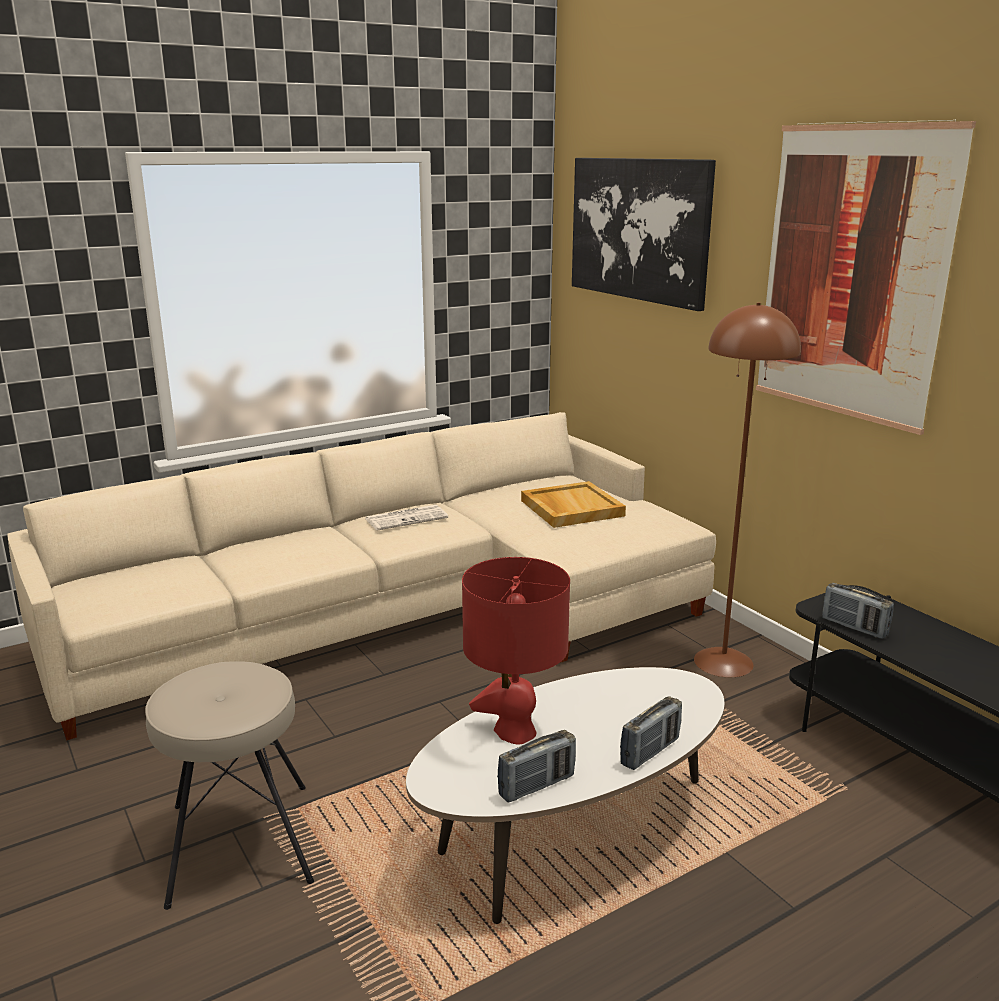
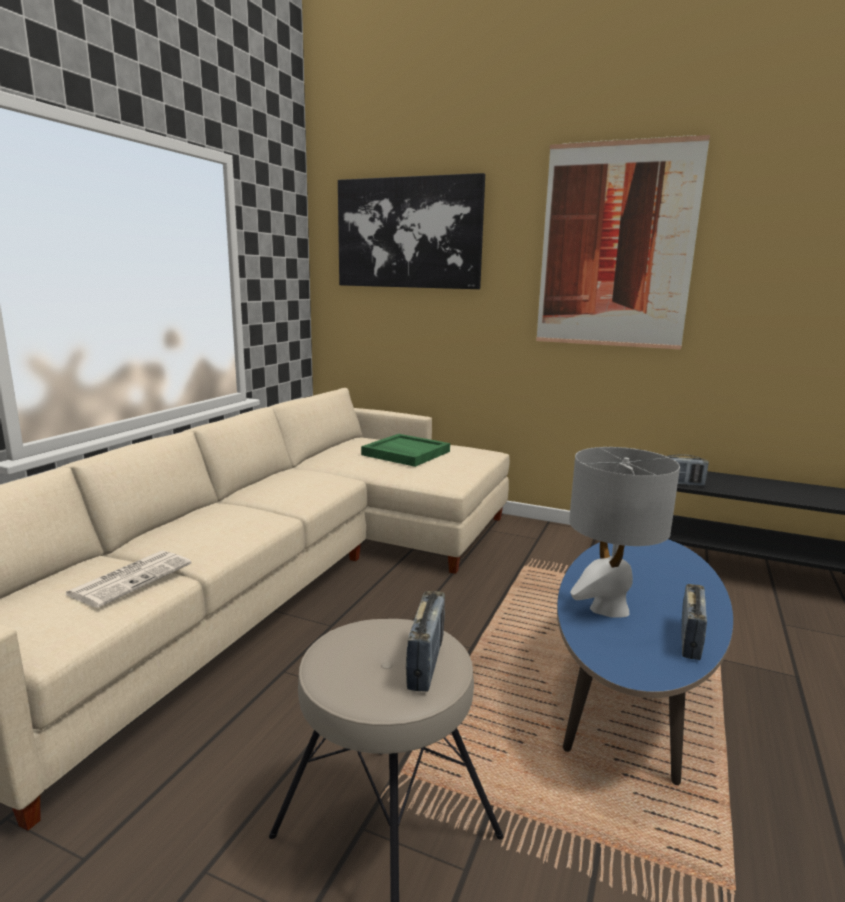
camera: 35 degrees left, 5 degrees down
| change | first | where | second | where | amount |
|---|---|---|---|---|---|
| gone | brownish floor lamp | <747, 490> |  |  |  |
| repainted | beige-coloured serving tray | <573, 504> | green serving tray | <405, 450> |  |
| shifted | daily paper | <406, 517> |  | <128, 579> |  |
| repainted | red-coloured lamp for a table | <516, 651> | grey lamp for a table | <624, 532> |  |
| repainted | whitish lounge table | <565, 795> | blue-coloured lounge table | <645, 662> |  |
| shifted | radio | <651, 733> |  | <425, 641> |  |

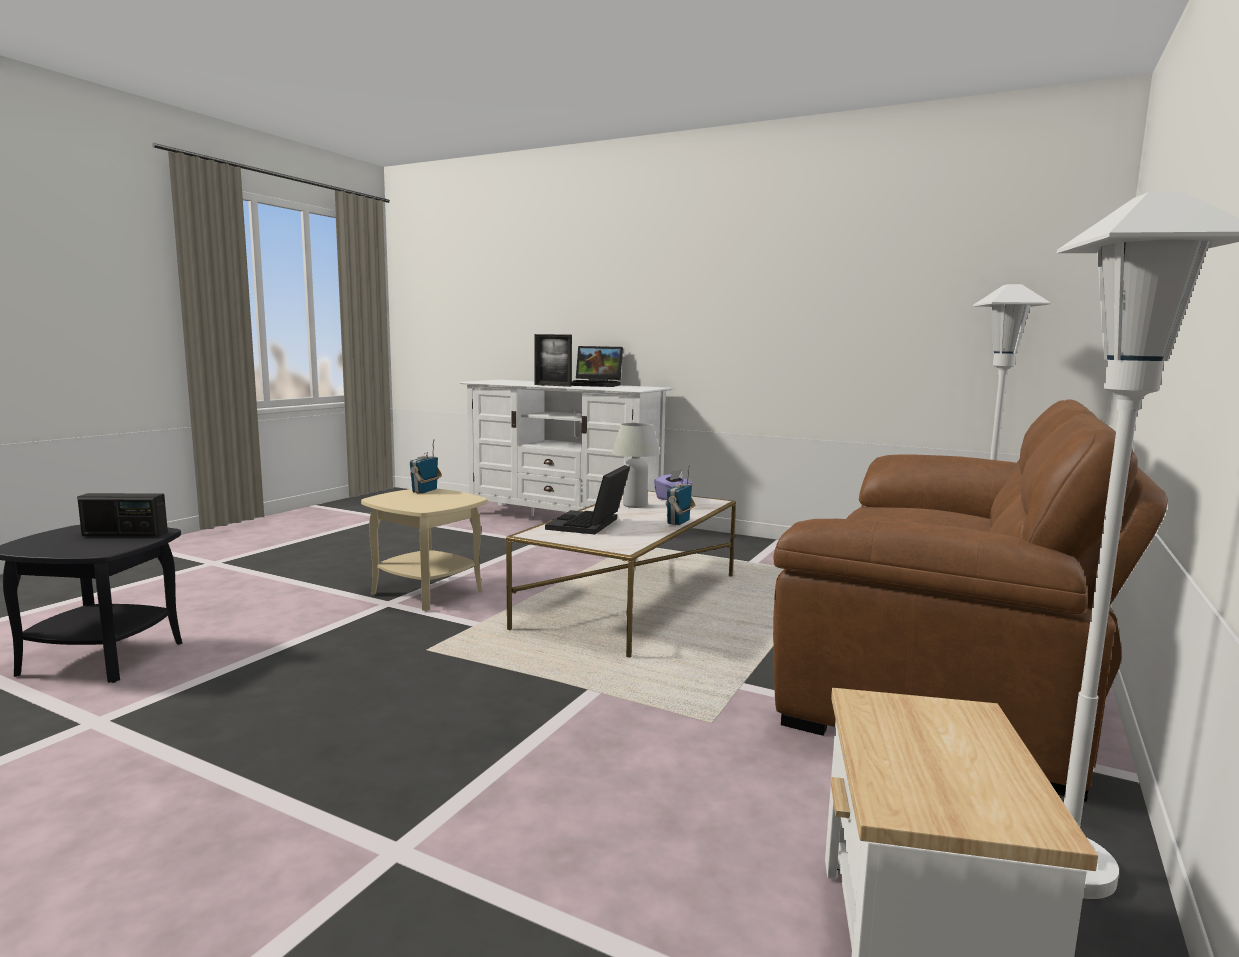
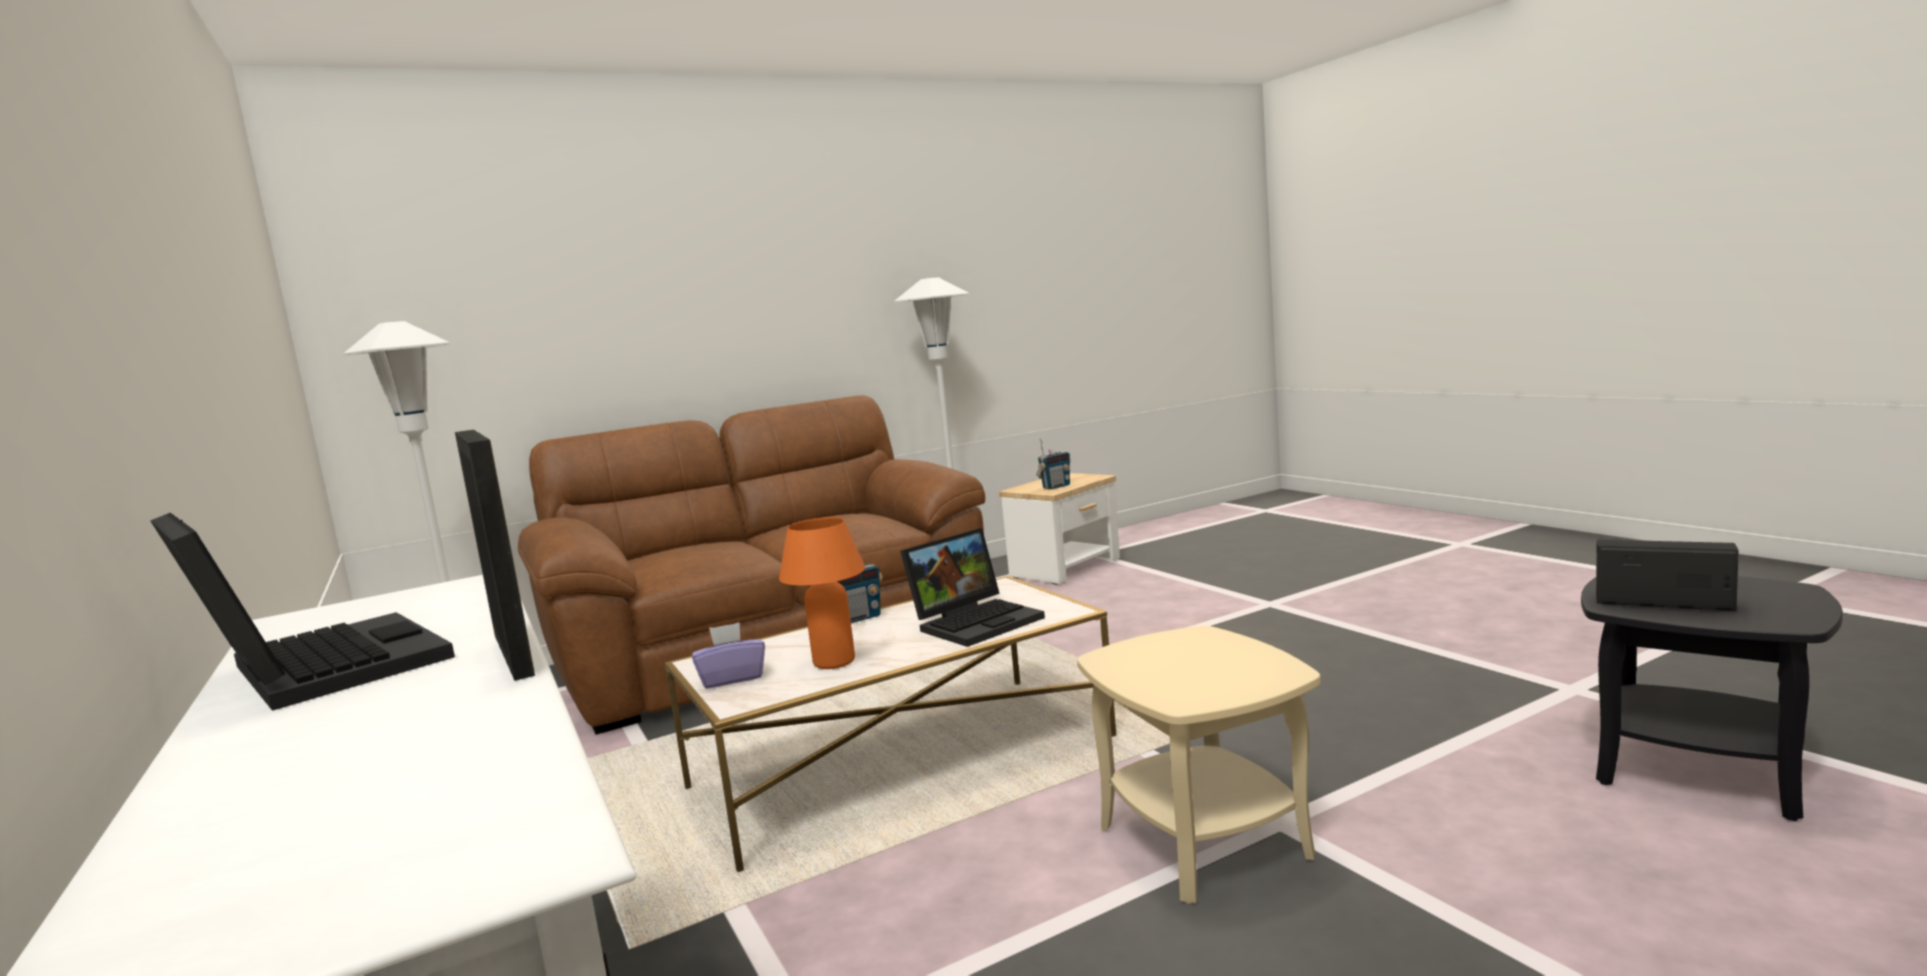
camera: 145 degrees left, 0 degrees up
| change | first | where | second | where | amount |
|---|---|---|---|---|---|
| repainted | whitish lamp for a table | <636, 465> | orangey lamp for a table | <822, 593> |  |
| shifted | radio | <426, 466> |  | <1053, 463> |  |

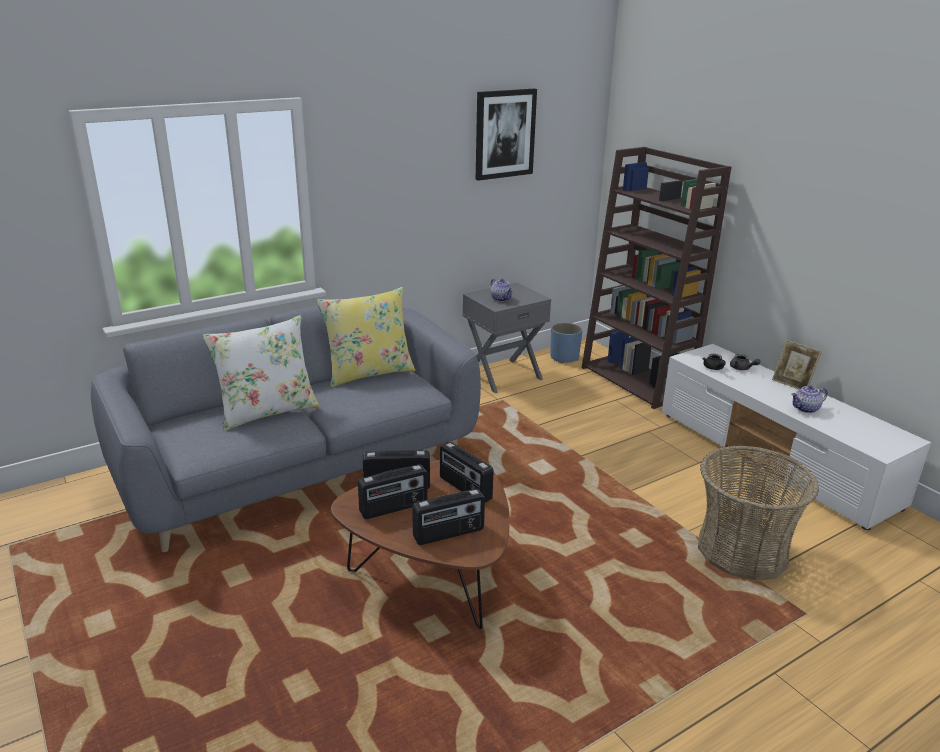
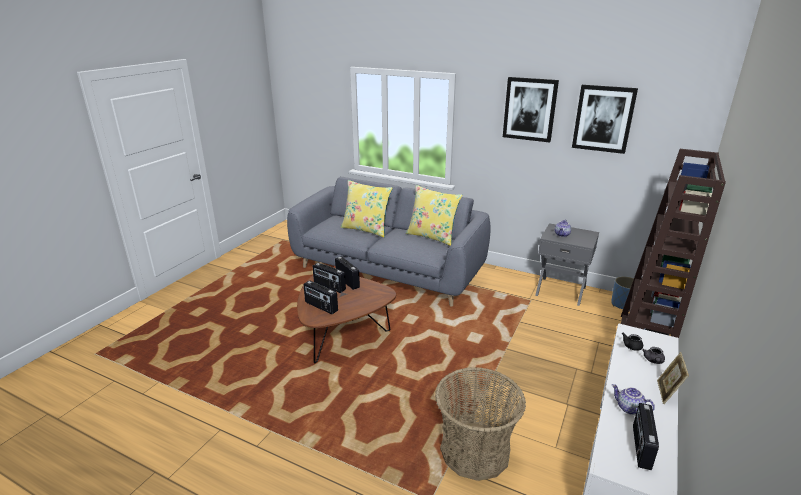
camera: 60 degrees right, 0 degrees up
| change | first | where | second | where | amount |
|---|---|---|---|---|---|
| repainted | whitish pillow | <260, 373> | yellow-coloured pillow | <367, 208> |  |
| shifted | radio | <466, 472> |  | <646, 436> |  |
| new |  |  | wall picture | <531, 109> |  |

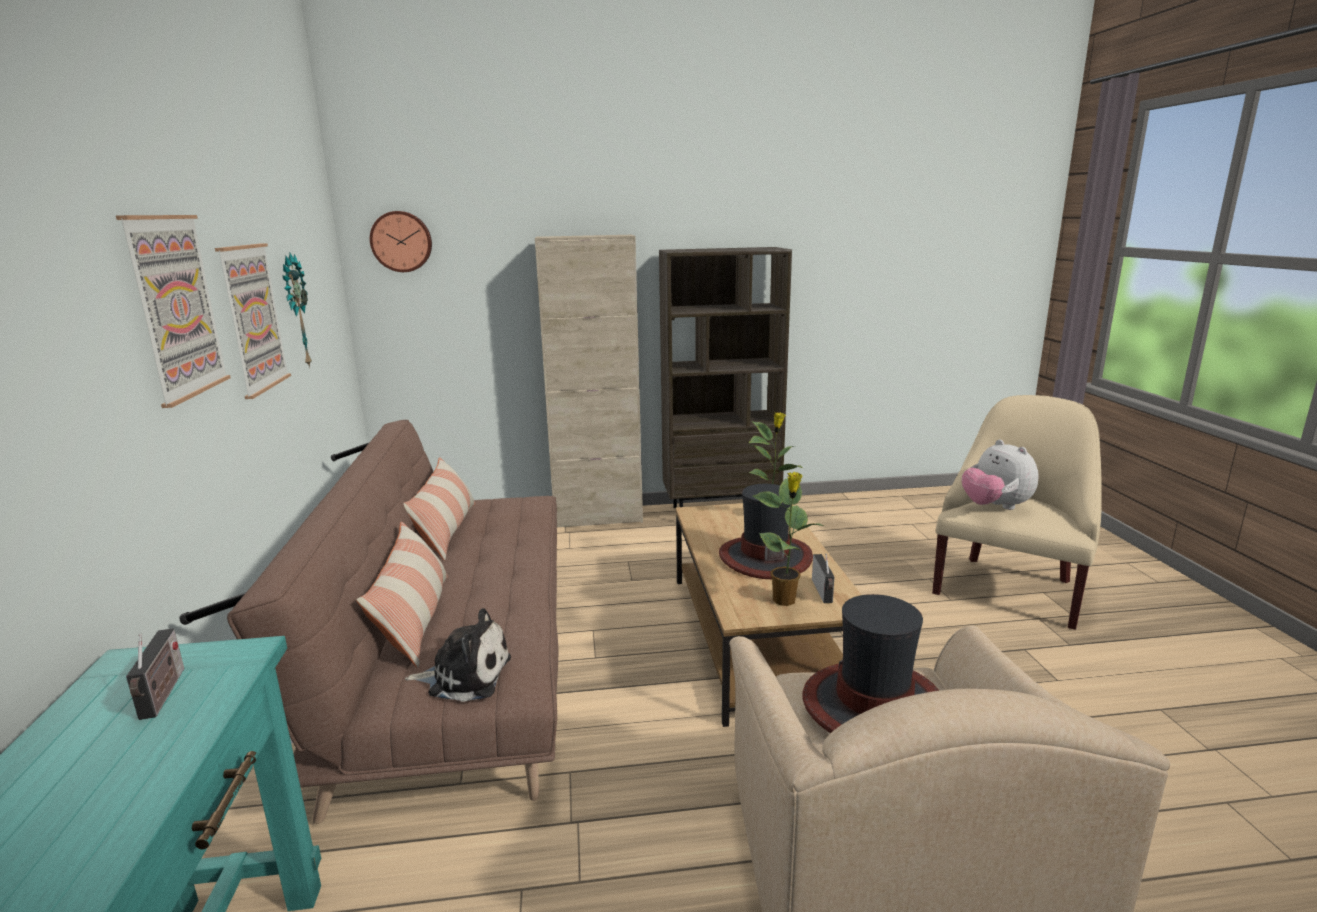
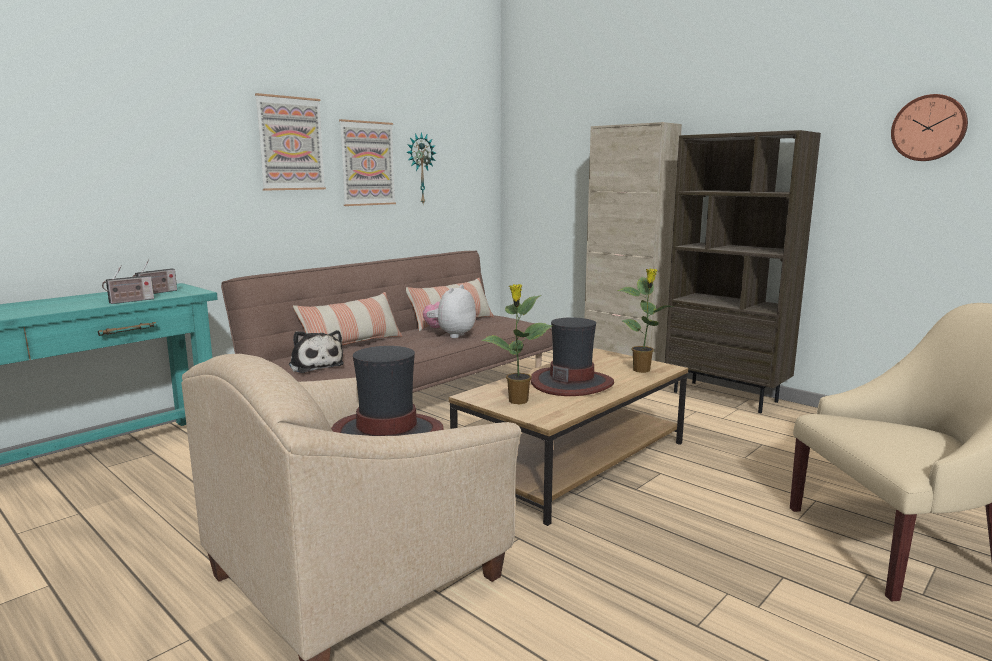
camera: 50 degrees right, 5 degrees down
| change | first | where | second | where | amount |
|---|---|---|---|---|---|
| shifted | hanging clock | <401, 241> |  | <929, 127> |  |
| shifted | soft toy | <1000, 474> |  | <449, 311> |  |
| shifted | radio | <823, 578> |  | <128, 285> |  |

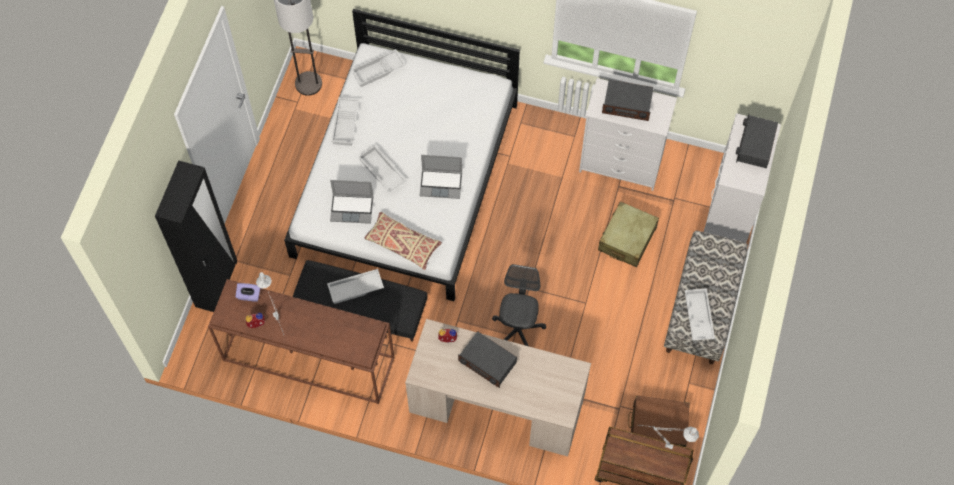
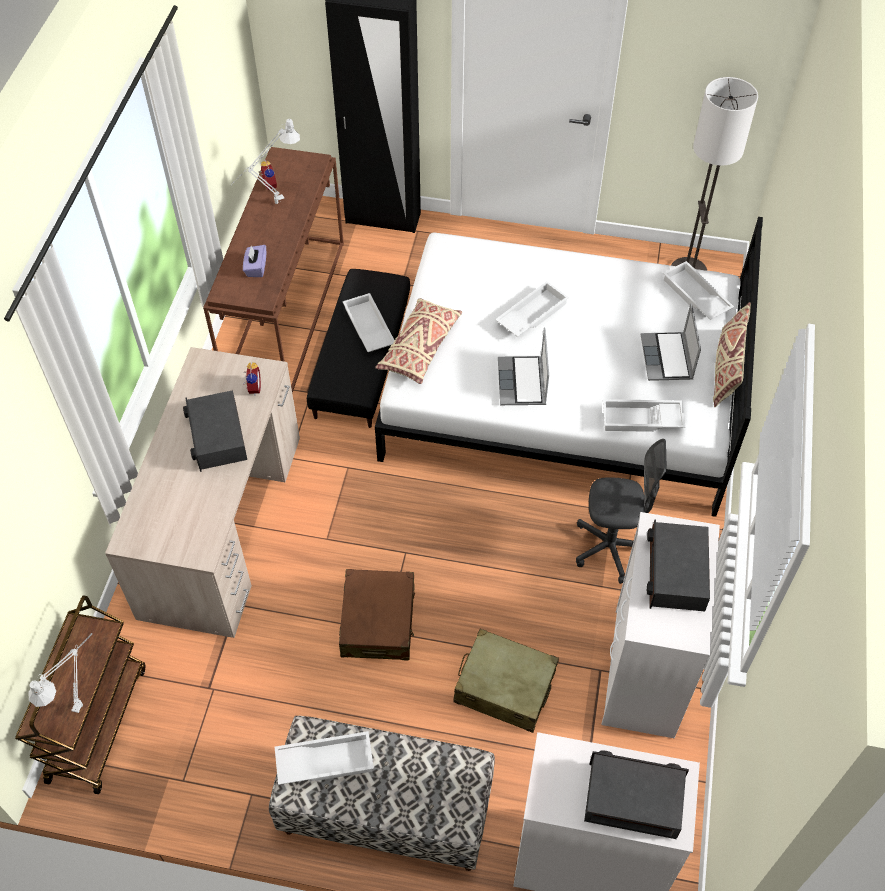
camera: 85 degrees right, 10 degrees down
| change | first | where | second | where | amount |
|---|---|---|---|---|---|
| shifted | whitish serving tray | <345, 121> |  | <644, 415> |  |
| shifted | portable computer | <351, 202> |  | <671, 342> |  |
| shifted | grey computer chair | <519, 305> |  | <621, 511> |  |
| shifted | purple box of tissues | <247, 292> |  | <254, 261> |  |
| rotated | radio | <487, 359> |  | <215, 431> | 45 degrees counterclockwise |
| shifted | brownish suitcase | <659, 421> |  | <377, 615> |  |
| new |  |  | beige-coloured pillow | <732, 354> |  |

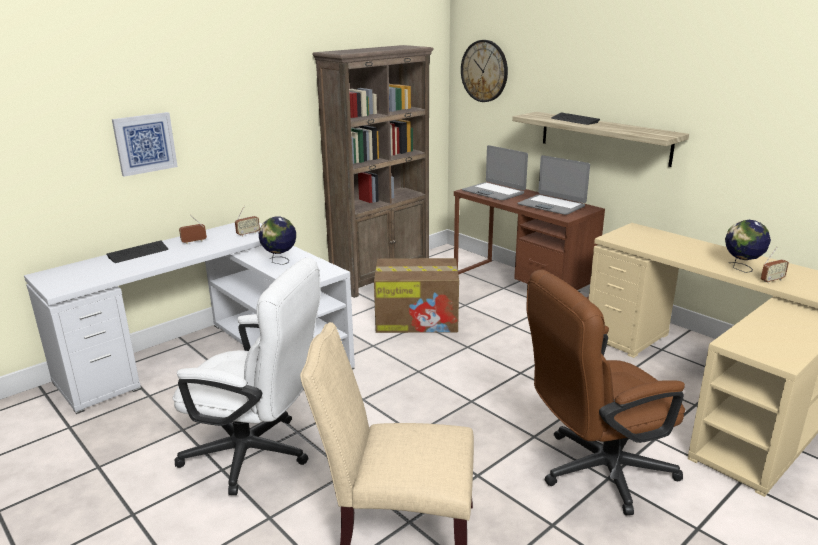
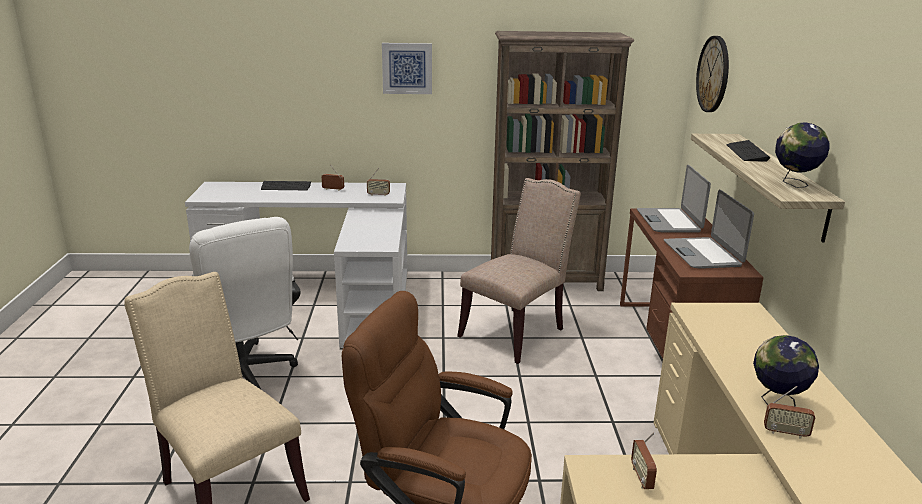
camera: 40 degrees right, 0 degrees up
| change | first | where | second | where | amount |
|---|---|---|---|---|---|
| shifted | wall picture | <145, 144> |  | <407, 68> |  |
| shifted | desk globe | <277, 241> |  | <802, 155> |  |
| swapped | carton | <416, 295> | beige-coloured plain chair | <519, 271> |  |
| new |  |  | radio | <644, 460> |  |

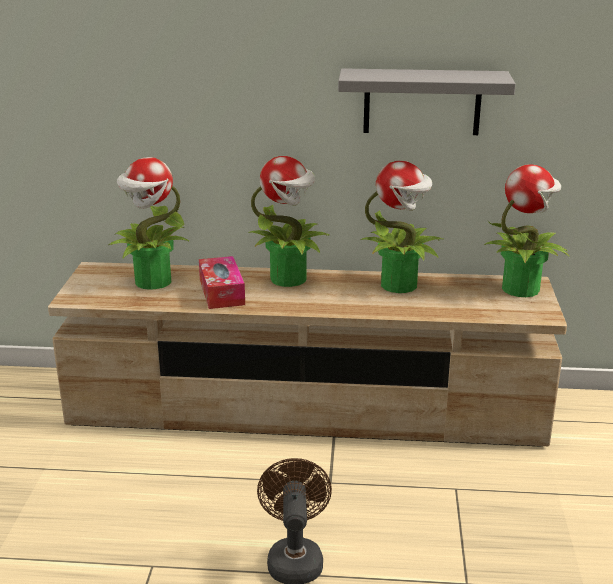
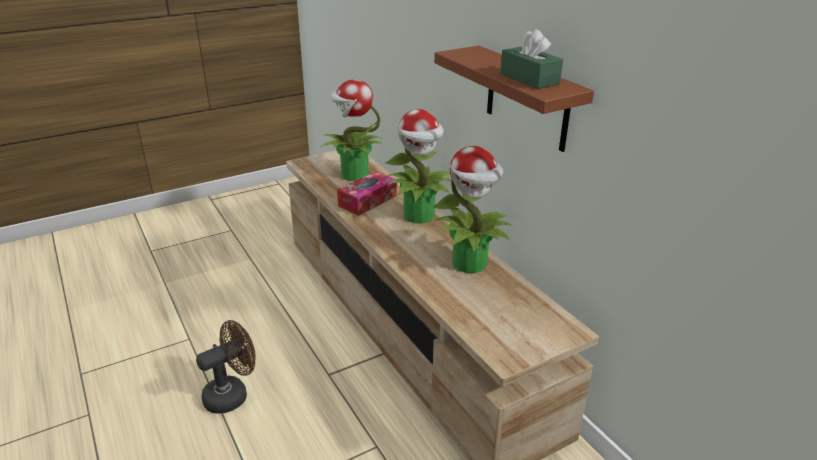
camera: 55 degrees right, 5 degrees up
| change | first | where | second | where | amount |
|---|---|---|---|---|---|
| repainted | grey bracket shelf | <427, 101> | brownish bracket shelf | <514, 98> |  |
| gone | plant in a pot | <526, 230> |  |  |  |
| new |  |  | green box of tissues | <531, 59> |  |

